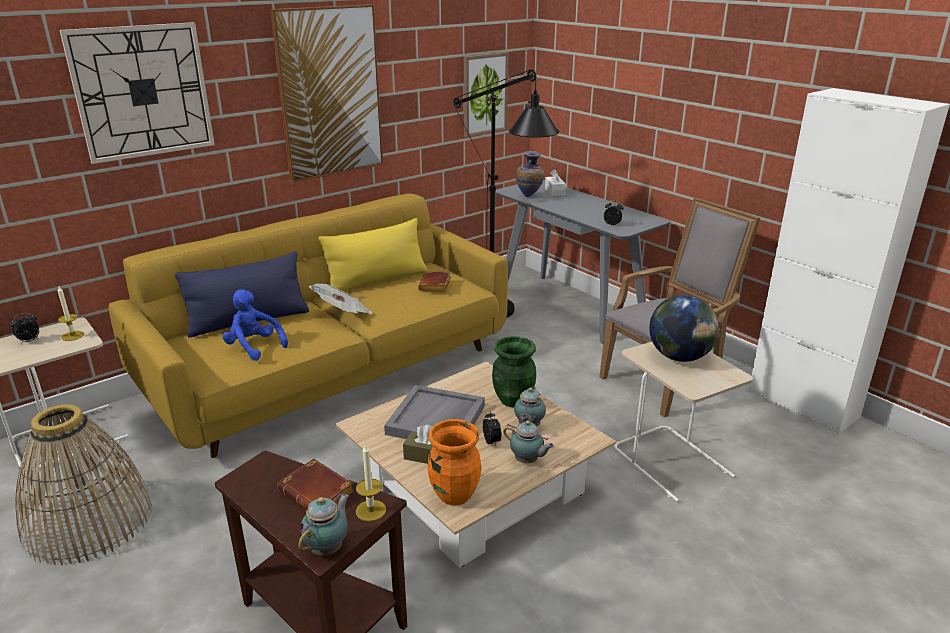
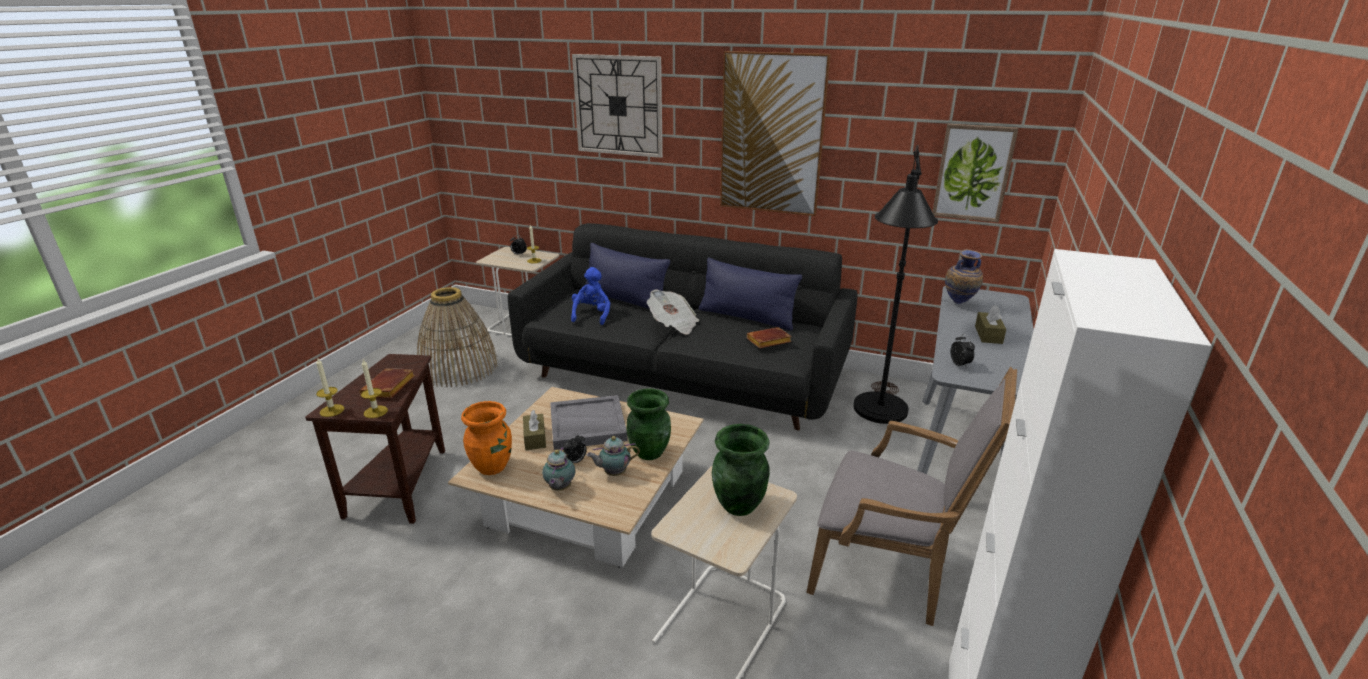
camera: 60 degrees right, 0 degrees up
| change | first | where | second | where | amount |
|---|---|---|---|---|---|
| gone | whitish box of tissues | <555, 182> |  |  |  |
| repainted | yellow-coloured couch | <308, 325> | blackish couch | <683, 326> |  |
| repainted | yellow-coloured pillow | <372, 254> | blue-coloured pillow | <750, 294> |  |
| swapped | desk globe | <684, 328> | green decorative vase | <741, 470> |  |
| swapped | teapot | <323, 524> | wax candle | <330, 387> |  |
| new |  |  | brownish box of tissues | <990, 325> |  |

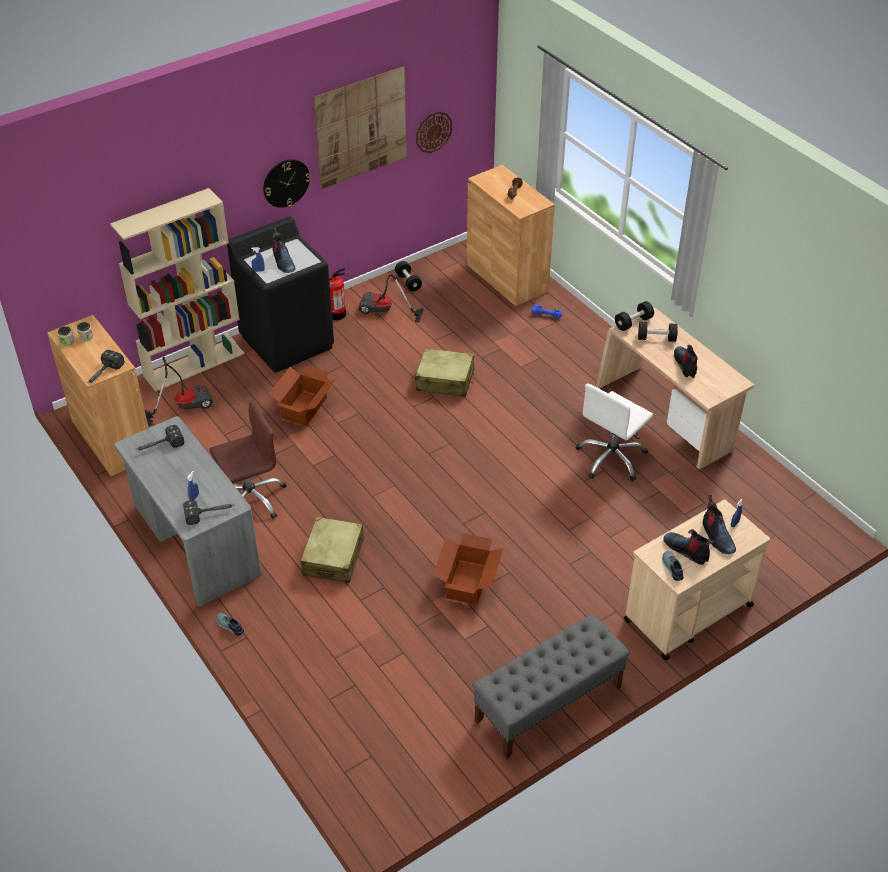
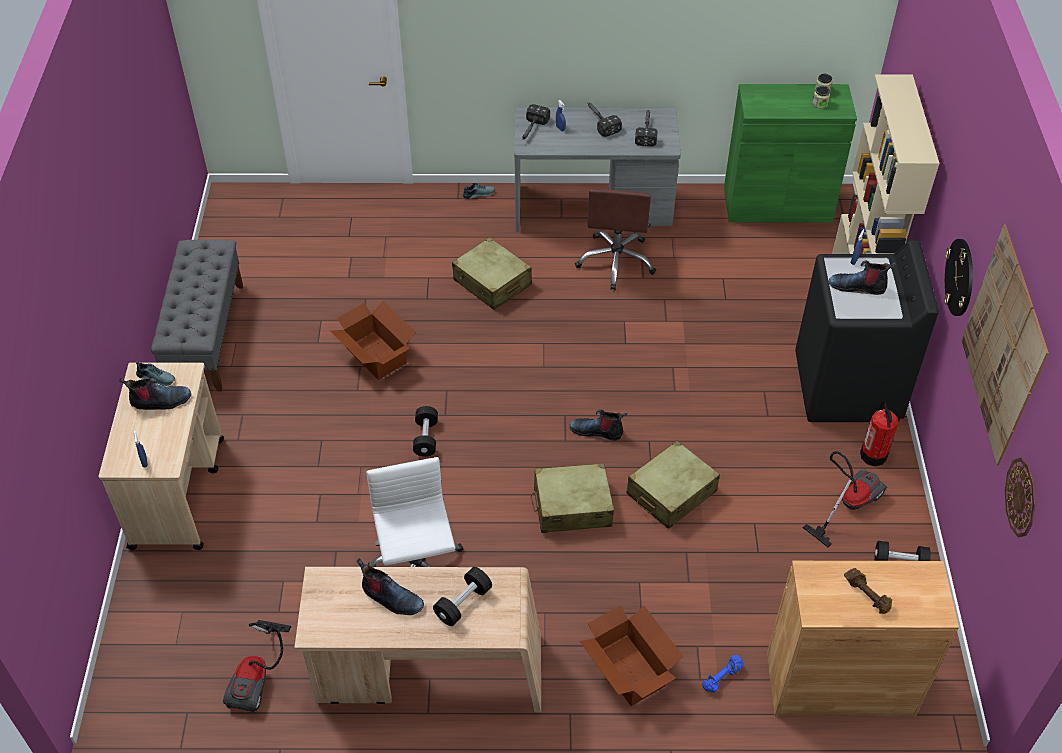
camera: 125 degrees right, 5 degrees up
| change | first | where | second | where | amount |
|---|---|---|---|---|---|
| shifted | blackish hand weight | <634, 316> |  | <425, 431> |  |
| repainted | brownish cupboard | <97, 395> | green cupboard | <790, 153> |  |
| shifted | tool hammer | <106, 367> |  | <604, 119> |  |
| shifted | hoover | <179, 391> |  | <257, 666> |  |
| shifted | carton | <302, 395> |  | <632, 655> |  |
| shifted | high-top boot | <719, 524> |  | <598, 425> |  |
| new |  |  | beige-coloured suitcase | <572, 498> |  |

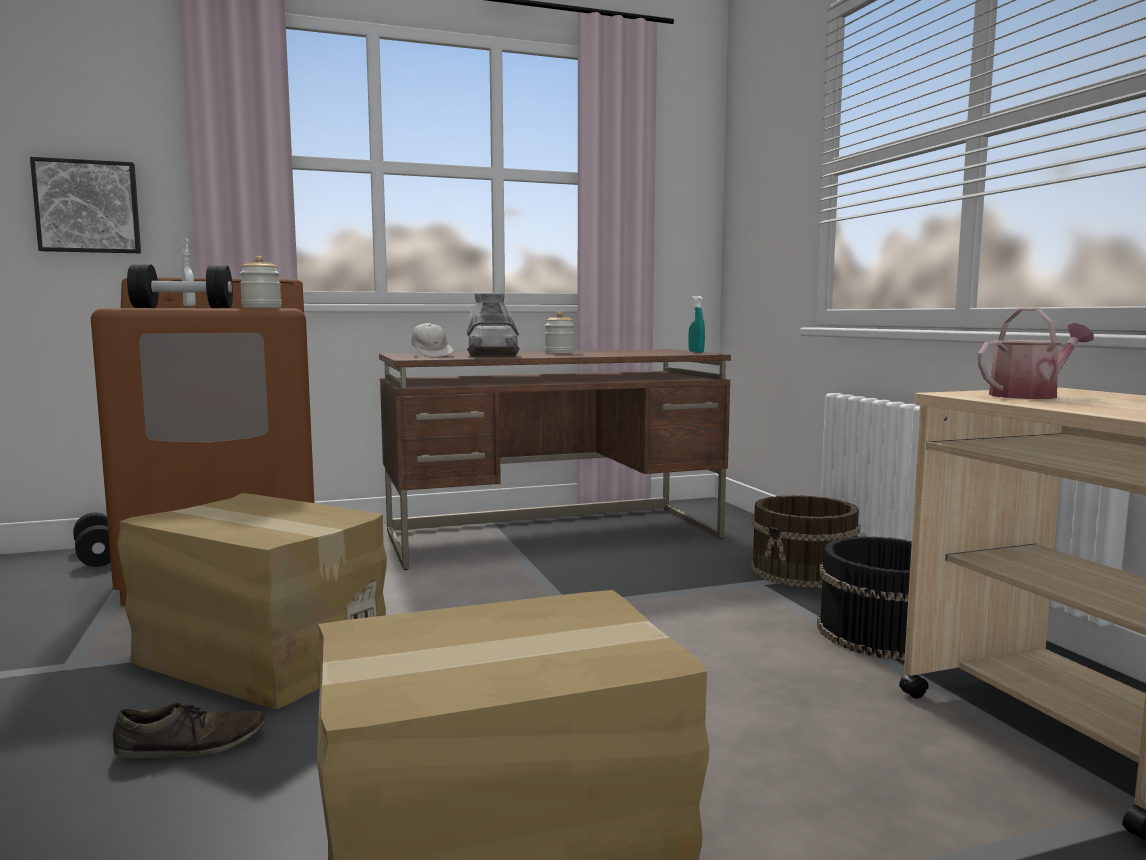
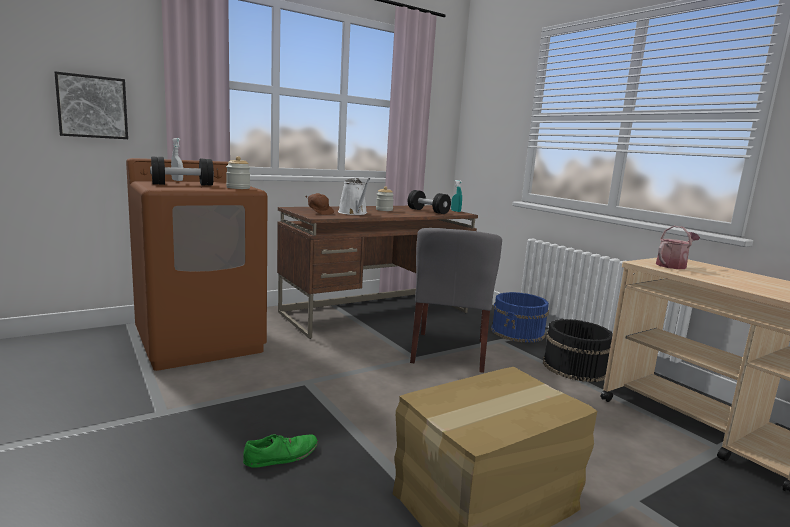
camera: 15 degrees left, 5 degrees up
| change | first | where | second | where | amount |
|---|---|---|---|---|---|
| swapped | grey high-top boot | <493, 325> | whitish watering pot | <354, 196> |  |
| repainted | whitish baseball cap | <432, 340> | brownish baseball cap | <320, 204> |  |
| gone | carton | <252, 601> |  |  |  |
| repainted | brownish water bucket | <805, 541> | blue-coloured water bucket | <520, 317> |  |
| shifted | blackish hand weight | <92, 540> |  | <429, 202> |  |
| repainted | brownish shoe | <189, 731> | green shoe | <280, 451> |  |
| new |  |  | grey plain chair | <456, 300> |  |

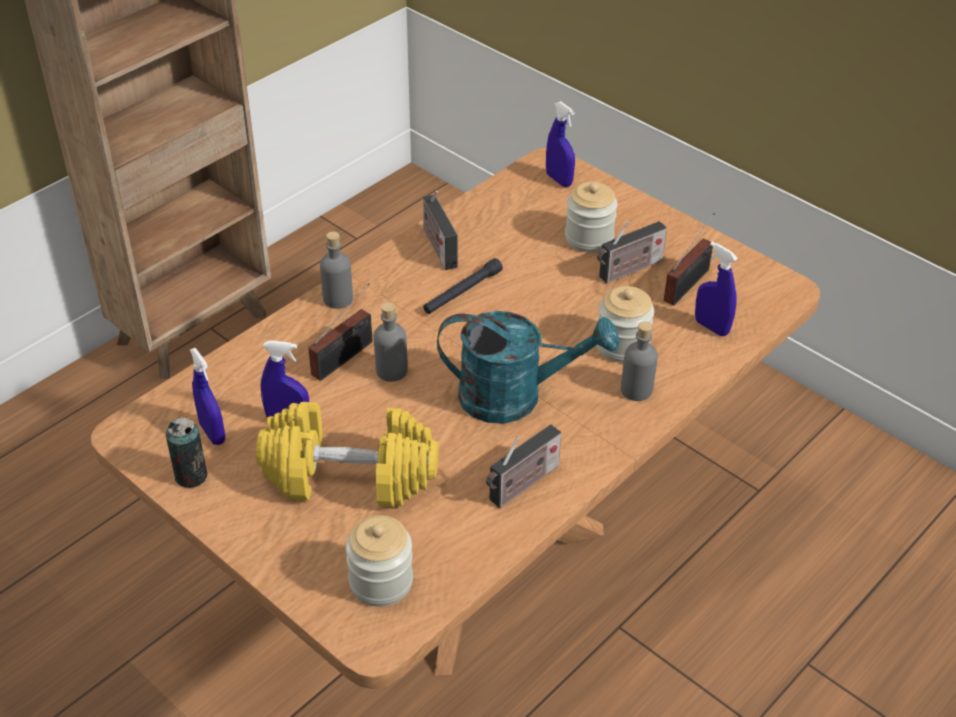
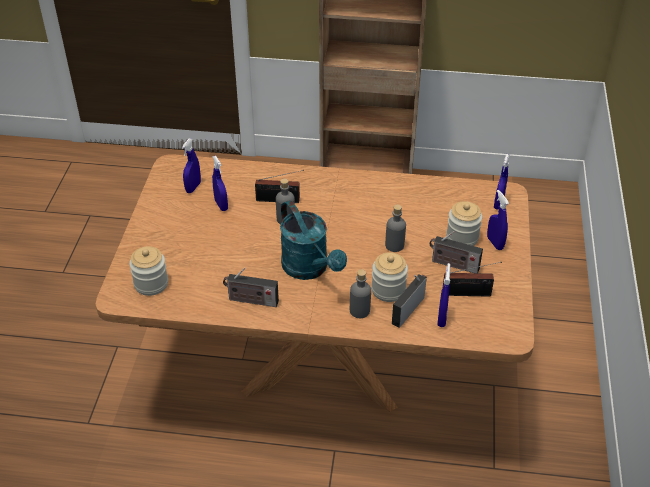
camera: 55 degrees right, 0 degrees up
| change | first | where | second | where | amount |
|---|---|---|---|---|---|
| shifted | radio | <440, 230> |  | <409, 301> |  |
| shifted | grey beverage bottle | <336, 270> |  | <395, 228> |  |
| gone | blackish hand torch | <463, 286> |  |  |  |
| gone | yellow-coloured hand weight | <347, 454> |  |  |  |
| gone | can | <186, 452> |  |  |  |
| new |  |  | blue-coloured sprayer | <498, 220> |  |

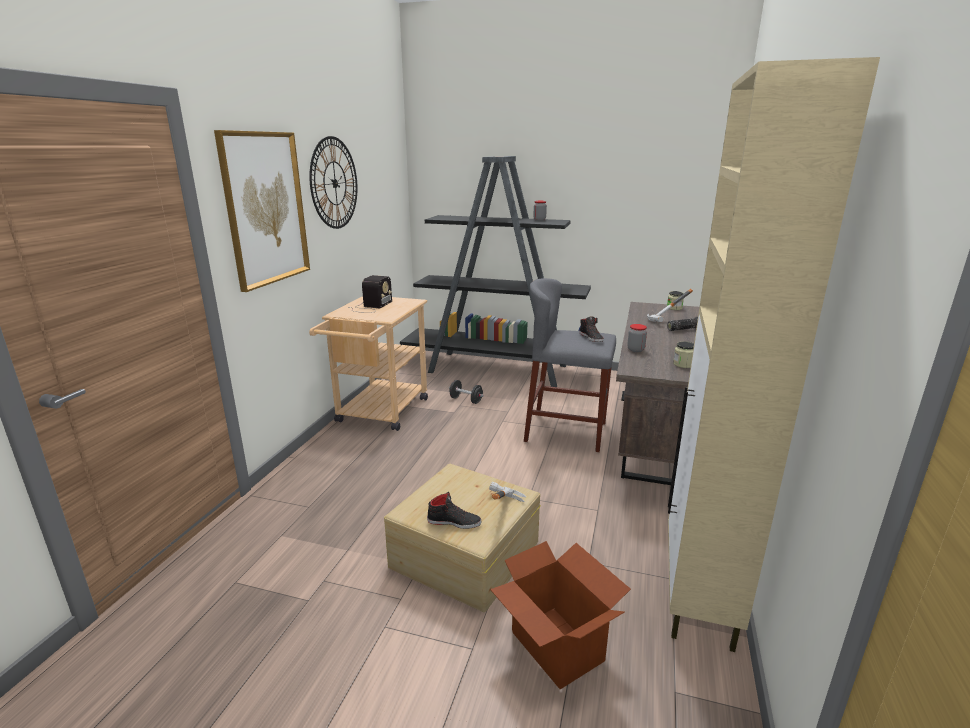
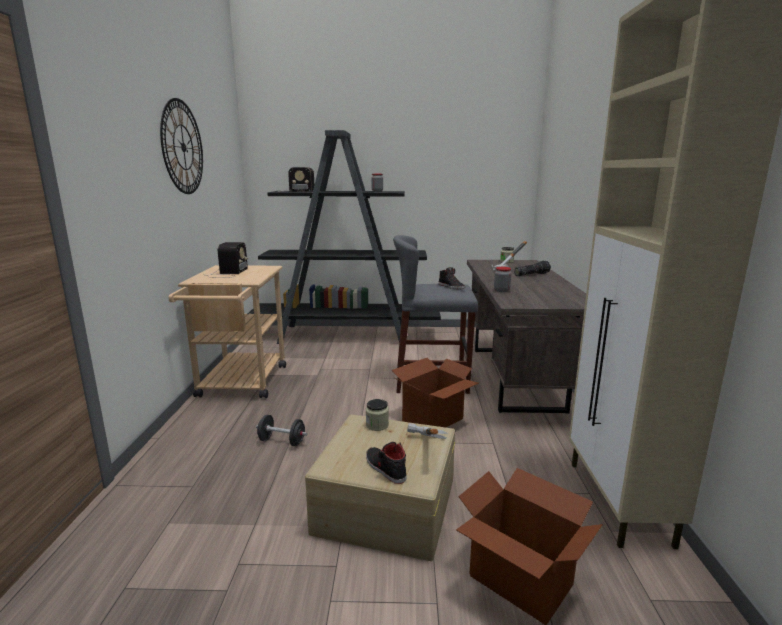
camera: 15 degrees left, 5 degrees down
| change | first | where | second | where | amount |
|---|---|---|---|---|---|
| gone | wall picture | <262, 211> |  |  |  |
| shifted | storage jar | <683, 354> |  | <377, 415> |  |
| shifted | blackish hand weight | <466, 392> |  | <281, 430> |  |
| rotated | blackish shoe | <454, 510> |  | <386, 463> | 120 degrees counterclockwise |
| new |  |  | radio | <295, 179> |  |
| new |  |  | carton | <435, 392> |  |

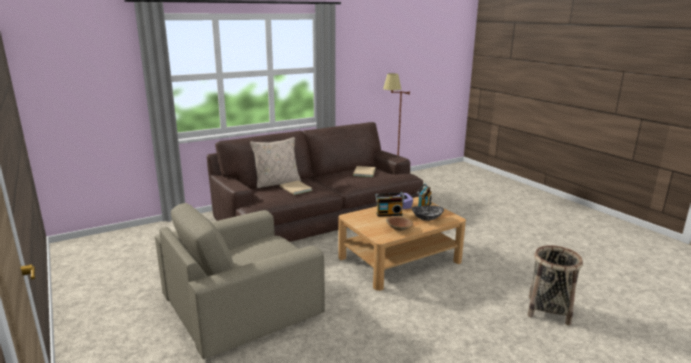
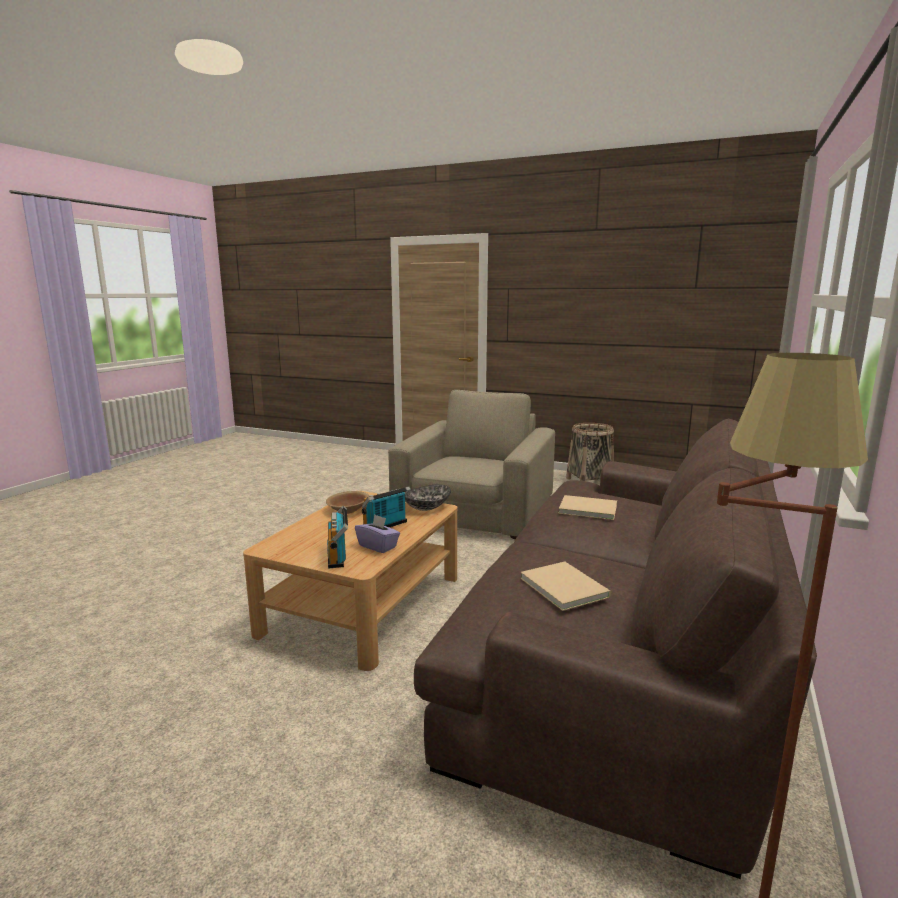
camera: 145 degrees right, 5 degrees down
| change | first | where | second | where | amount |
|---|---|---|---|---|---|
| gone | beige-coloured pillow | <275, 163> |  |  |  |
| shifted | deep dish | <427, 213> |  | <428, 497> |  |
| shifted | storage basket | <555, 286> |  | <590, 452> |  |

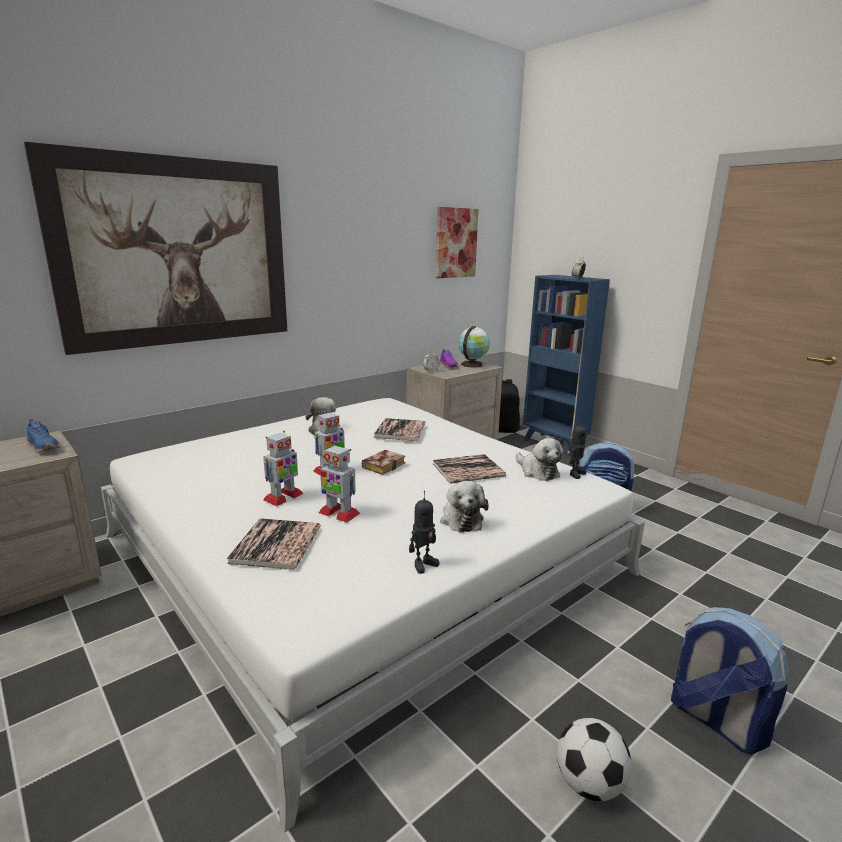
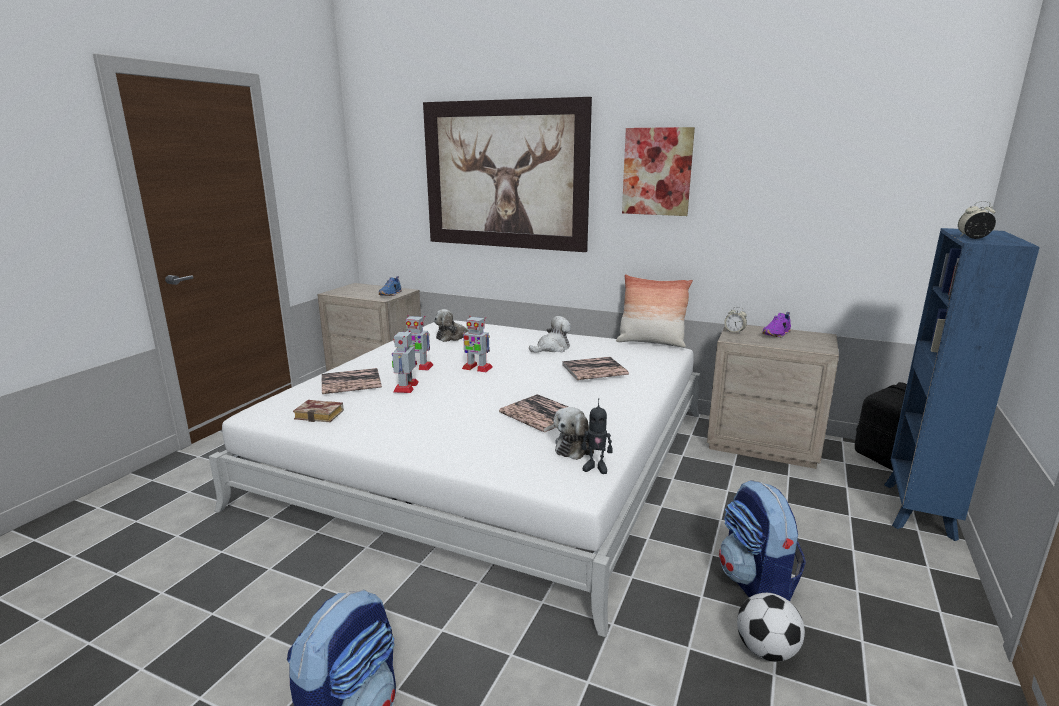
camera: 65 degrees right, 0 degrees up
| change | first | where | second | where | amount |
|---|---|---|---|---|---|
| shifted | wall picture | <457, 242> |  | <658, 171> |  |
| gone | desk globe | <474, 347> |  |  |  |
| shifted | book | <383, 462> |  | <318, 411> |  |
| shifted | soft toy | <464, 506> |  | <451, 325> |  |
| gone | robot figure | <424, 532> |  |  |  |
| shifted | ball for football | <594, 759> |  | <771, 627> |  |
| new |  |  | pillow | <654, 311> |  |

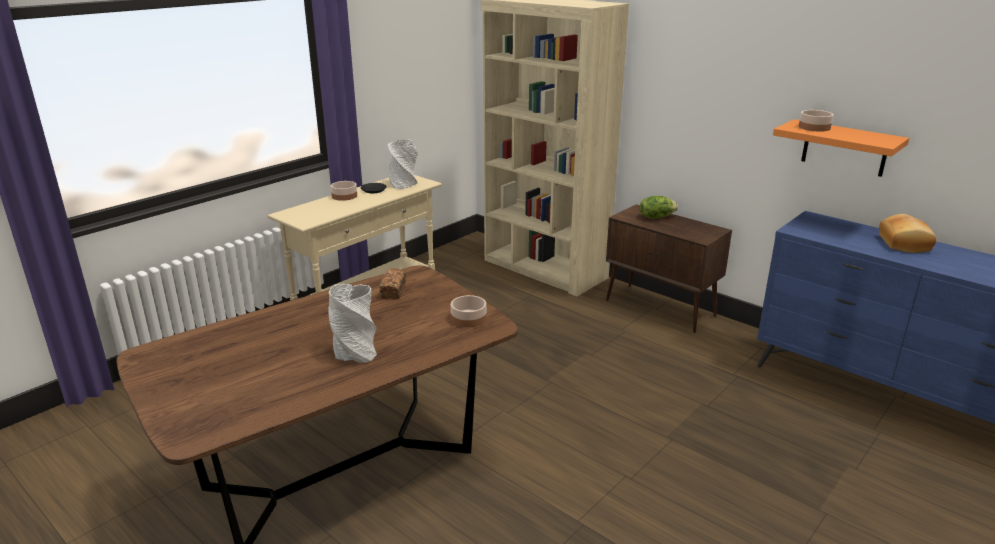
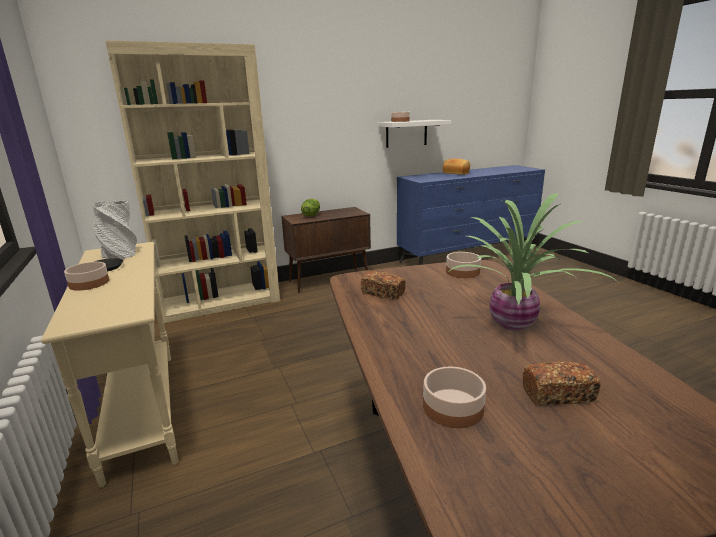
camera: 65 degrees left, 5 degrees down
| change | first | where | second | where | amount |
|---|---|---|---|---|---|
| repainted | orangey bracket shelf | <841, 148> | whitish bracket shelf | <415, 134> |  |
| swapped | grey decorative vase | <352, 323> | plant in a pot | <533, 261> |  |
| new |  |  | baked bread | <561, 383> |  |
| new |  |  | deep dish | <454, 397> |  |

